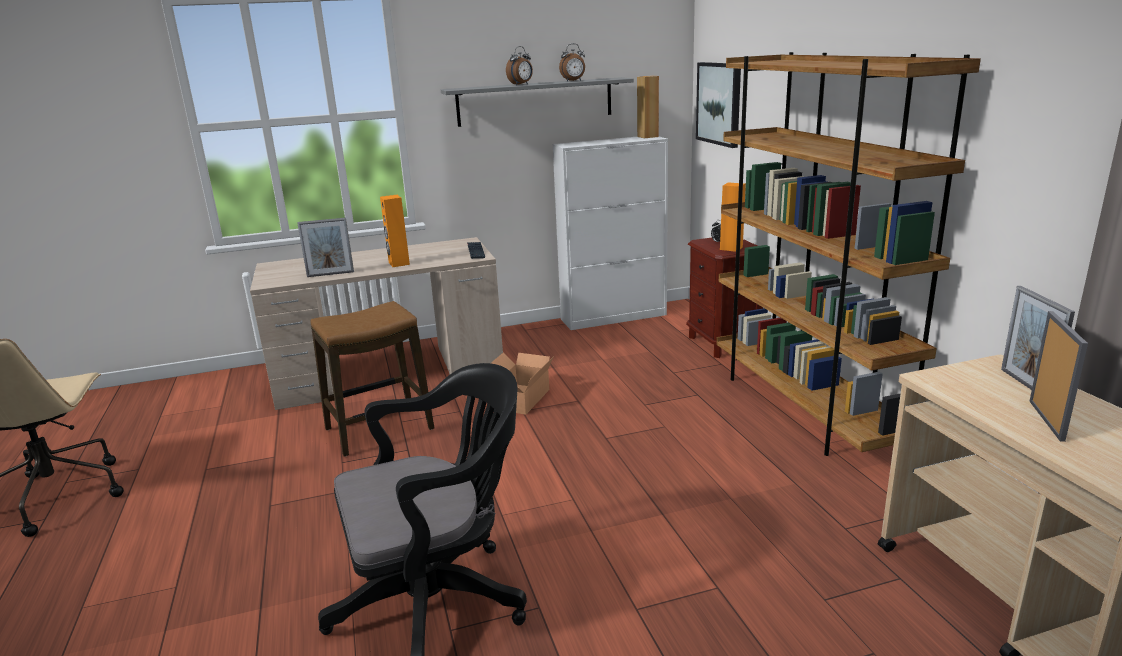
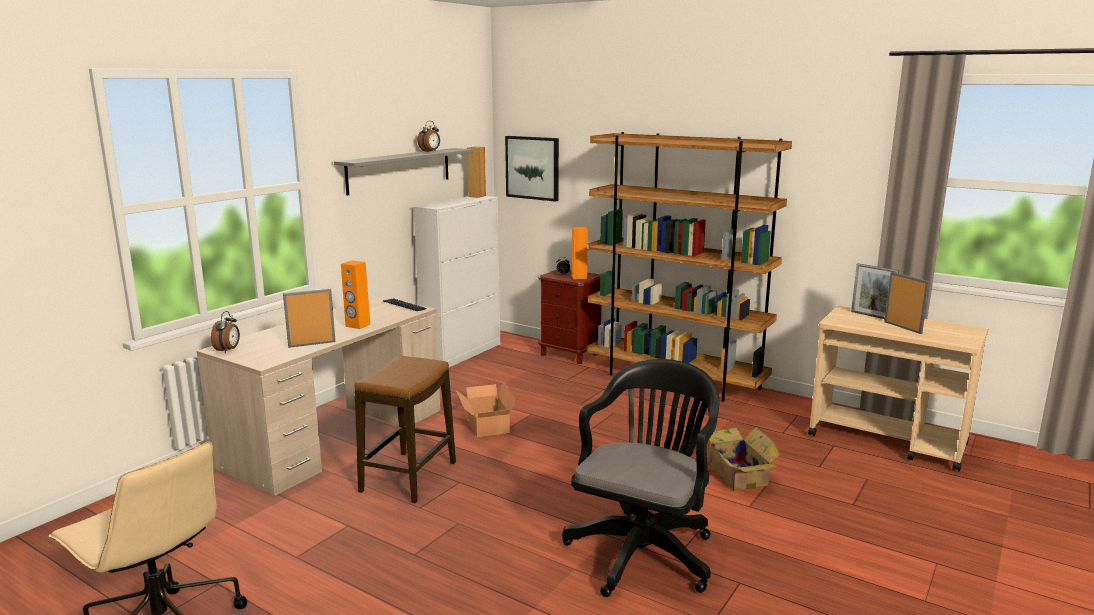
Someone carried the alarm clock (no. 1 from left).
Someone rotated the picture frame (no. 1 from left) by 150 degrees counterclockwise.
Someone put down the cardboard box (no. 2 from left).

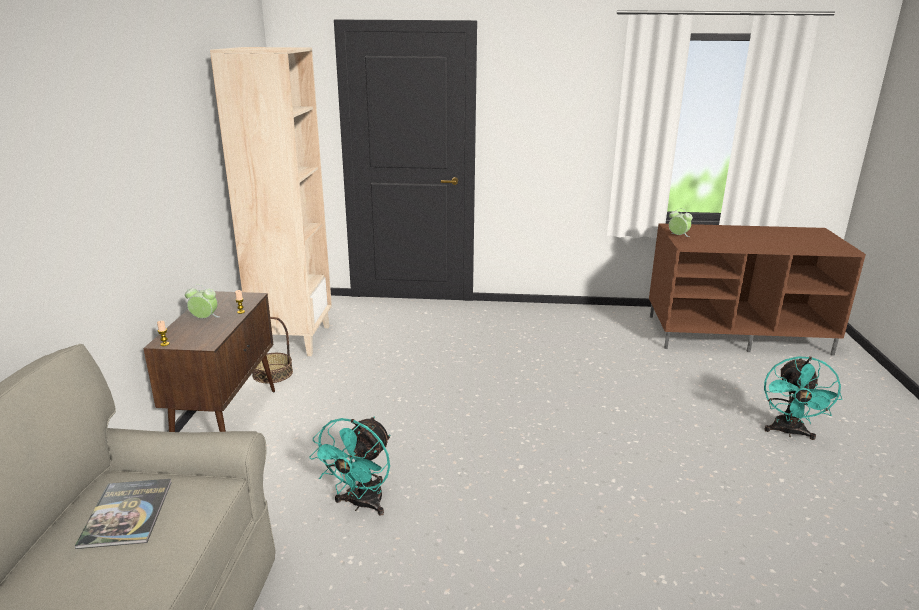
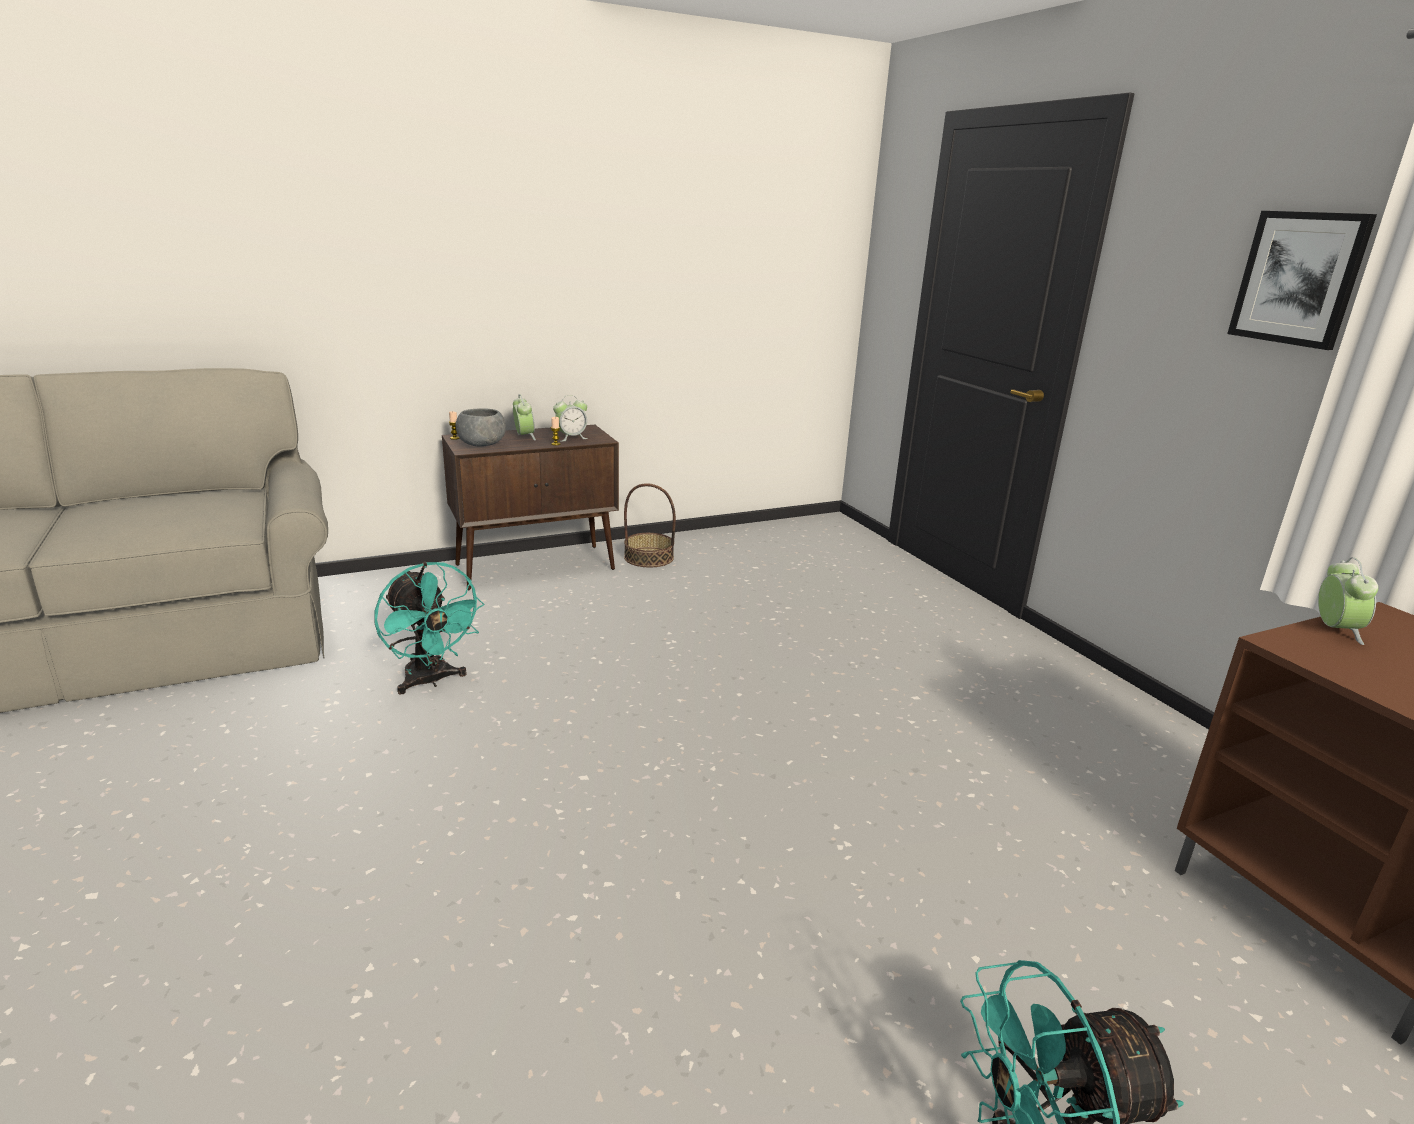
Someone took away the bookcase (beige).
Someone rotated the fan (turquoise) (no. 1 from left) by 120 degrees counterclockwise.
Someone took away the book.
Someone put up the picture.
Someone put down the alarm clock (no. 2 from left).
Someone put down the bowl (grey).

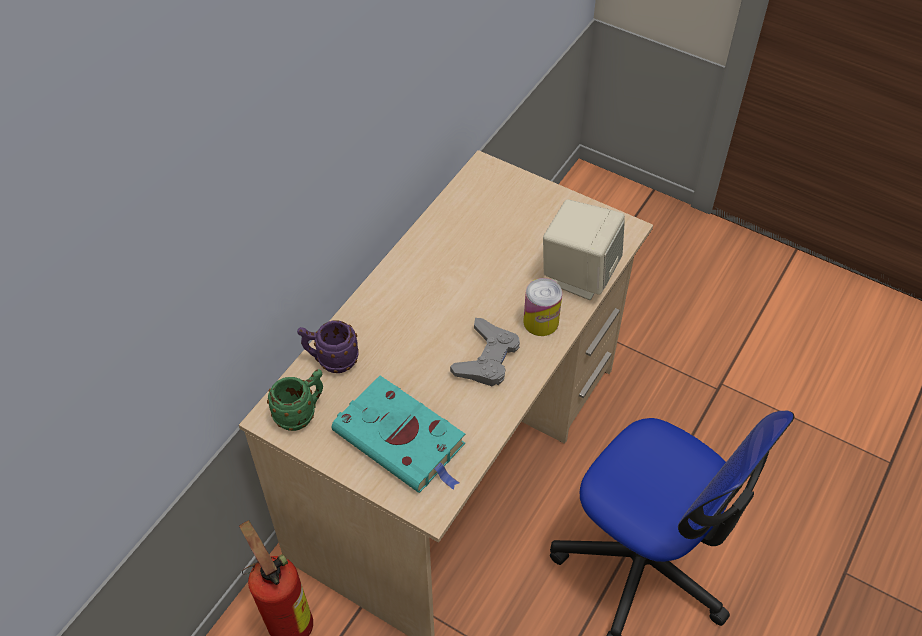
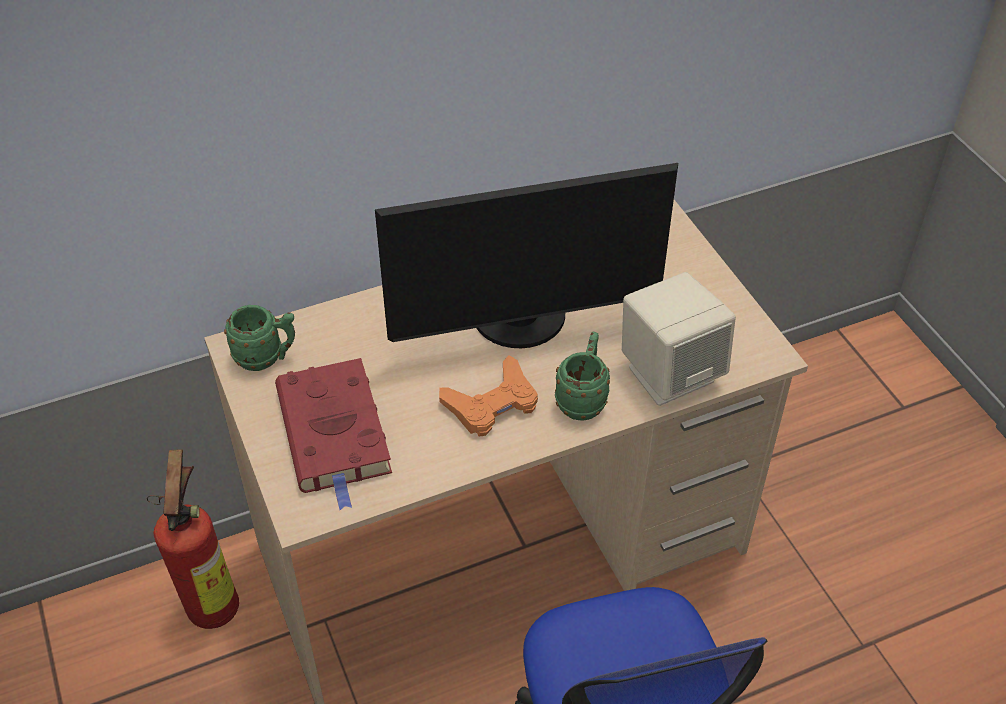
Someone swapped the can for the mug (green) (no. 2 from left).
Someone repainted the game controller (grey), which became the game controller (orange).
Someone took away the mug (purple).
Someone repainted the book (turquoise), which became the book (red).
Someone put down the monitor.

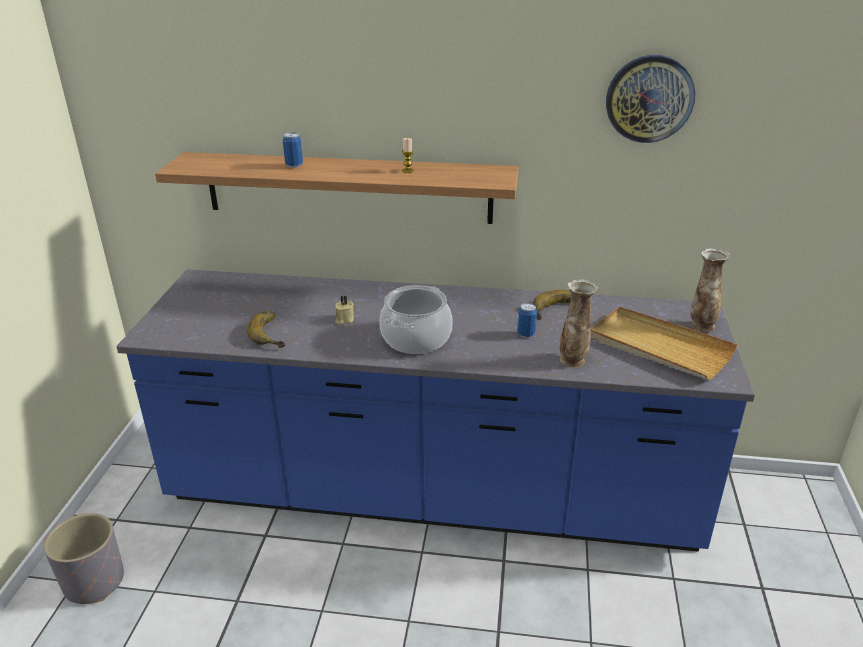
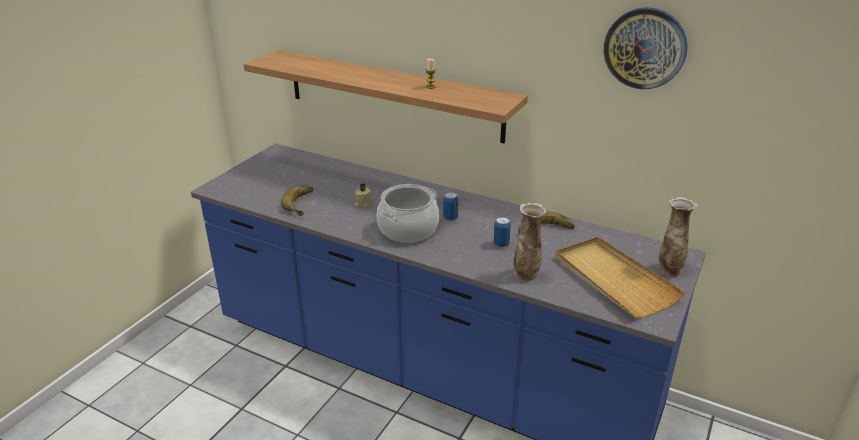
Someone carried the can (no. 1 from left).
Someone took away the planter (grey).

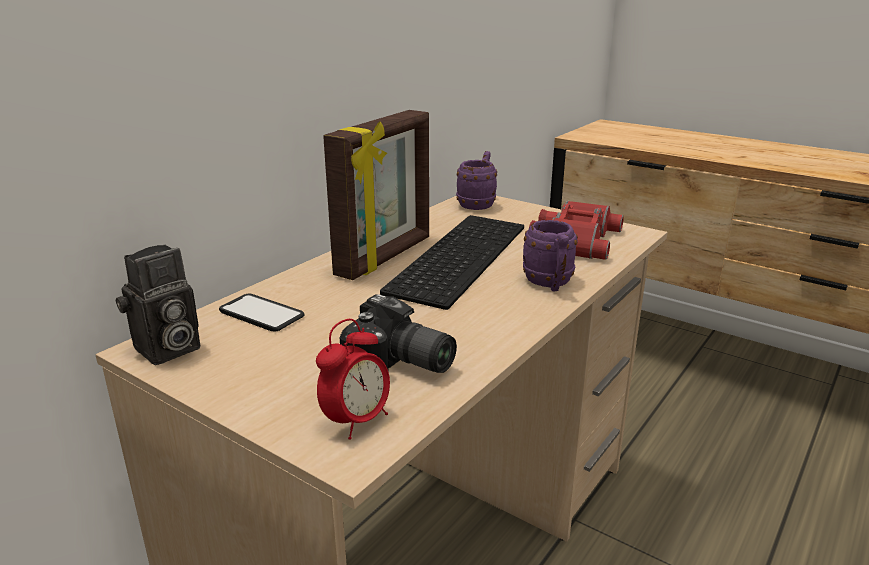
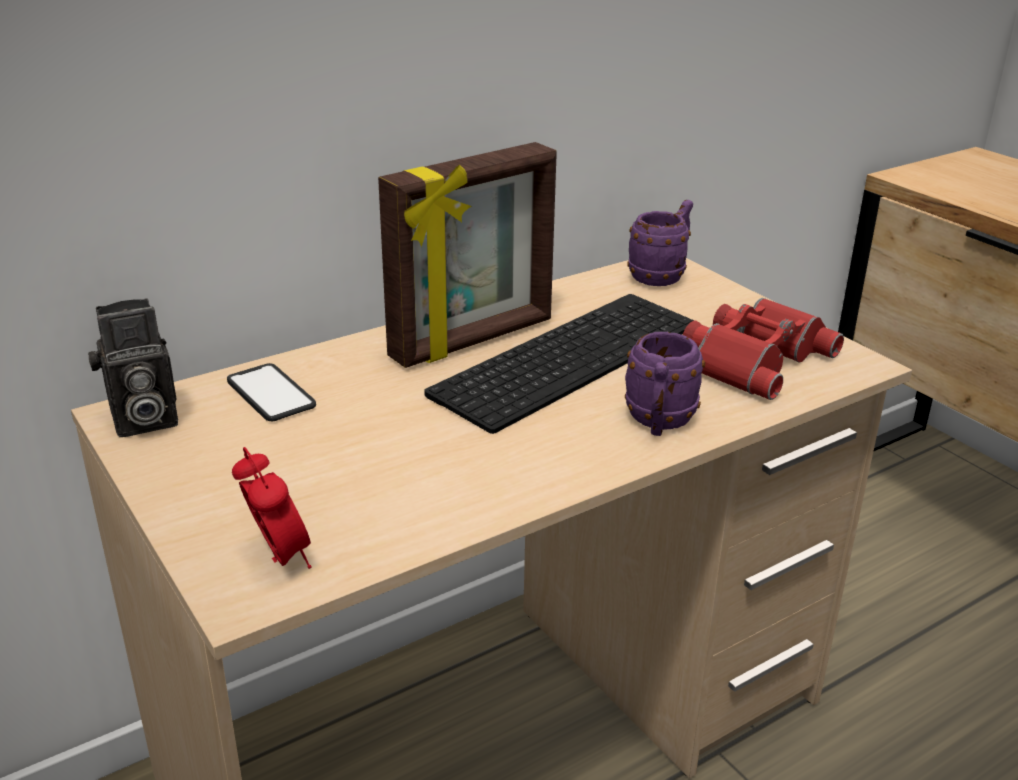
Someone took away the photo camera (no. 2 from left).
Someone rotated the alarm clock by 90 degrees counterclockwise.

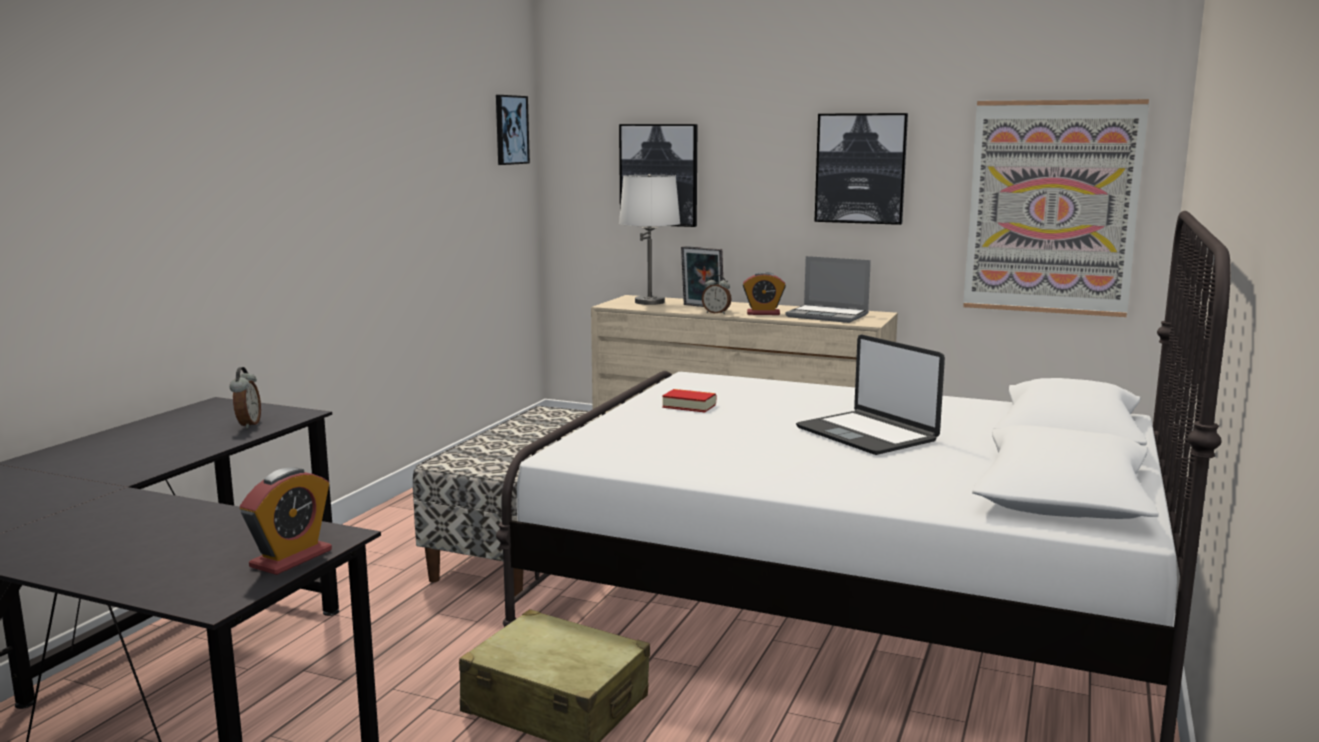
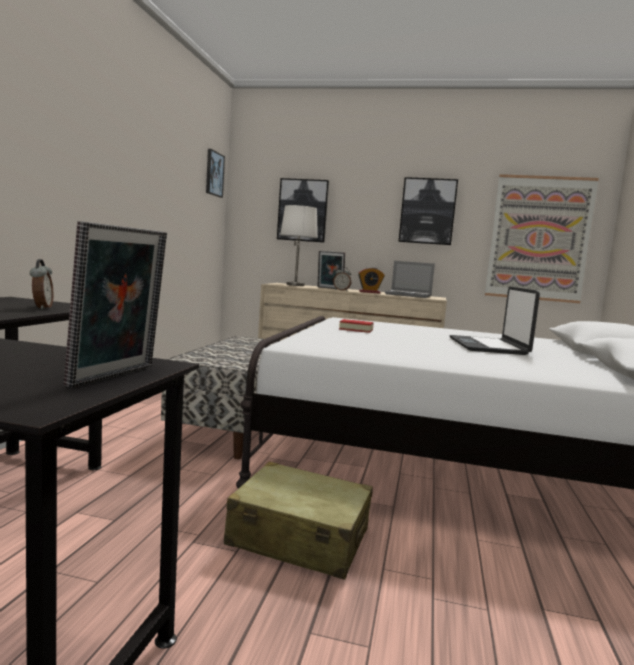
Someone rotated the laptop (no. 2 from left) by 45 degrees clockwise.
Someone swapped the alarm clock (no. 2 from left) for the picture frame (no. 1 from left).

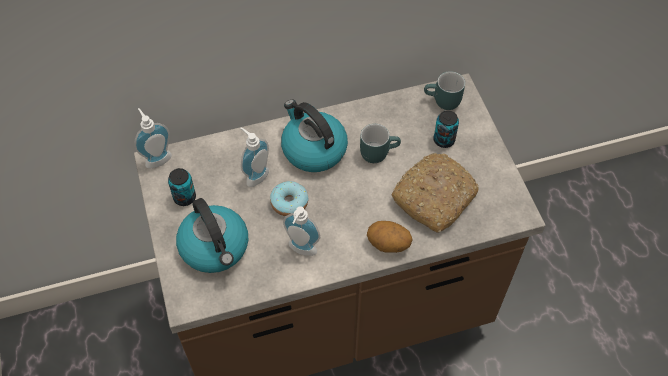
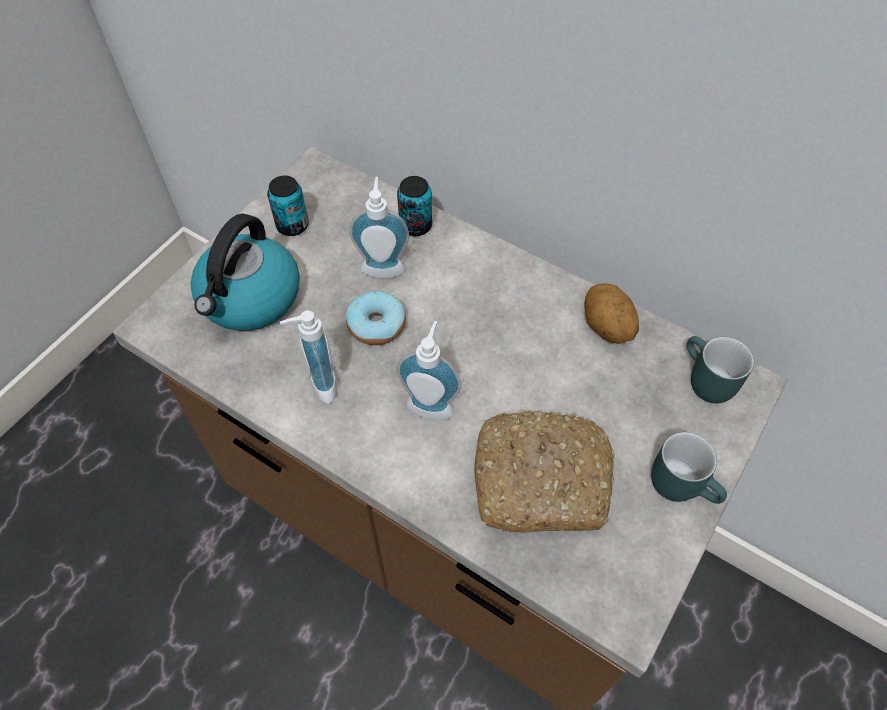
Someone took away the kettle (no. 2 from left).
Someone carried the soap dispenser (no. 1 from left in the first image).
Someone carried the can (no. 2 from left).
Someone carried the mug (turquoise) (no. 1 from left).
Someone carried the potato.

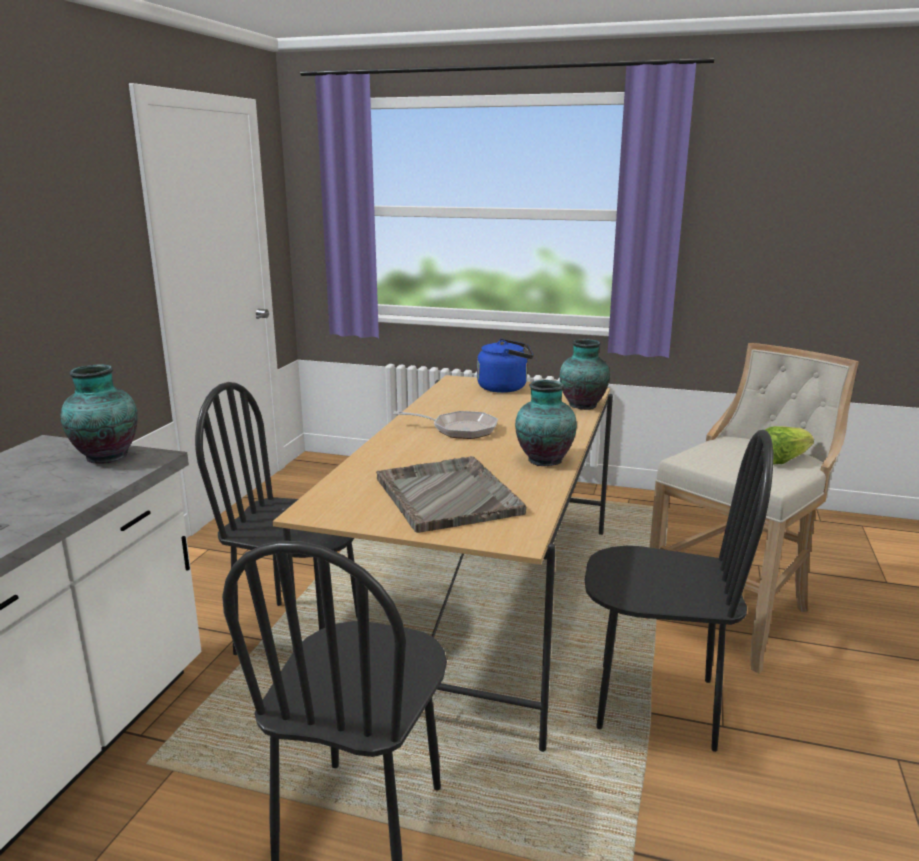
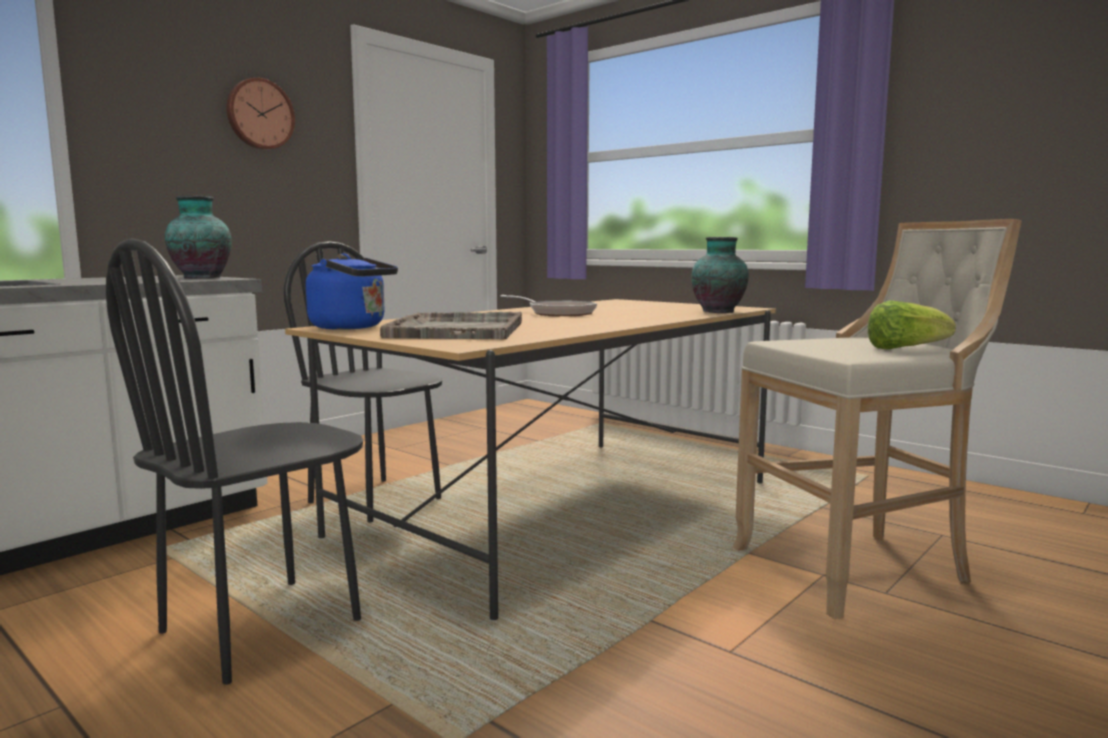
Someone carried the kettle (blue).
Someone took away the vase (no. 2 from left).
Someone took away the chair (black) (no. 3 from left).
Someone put up the wall clock.

